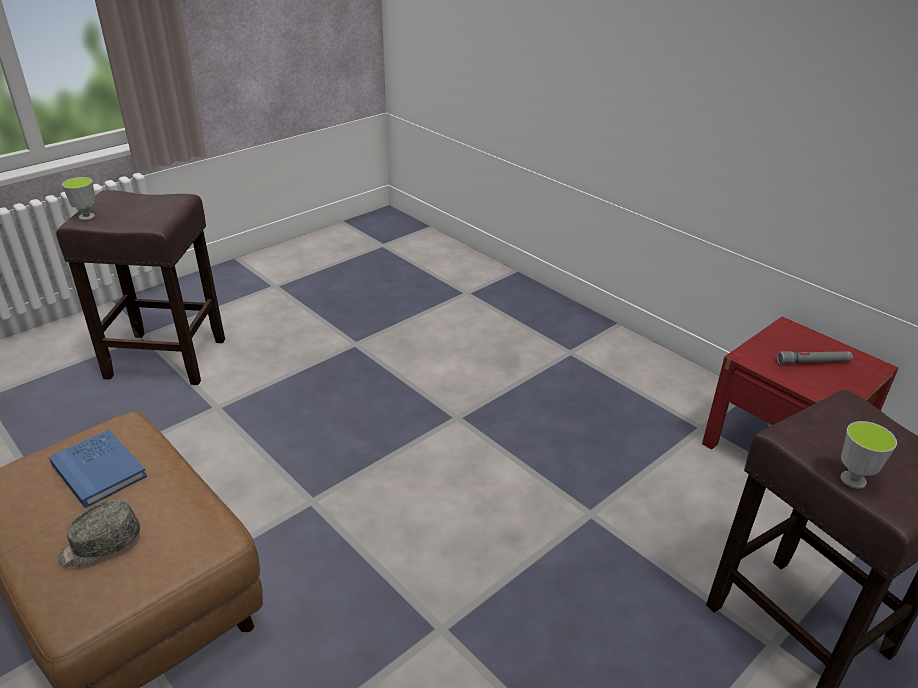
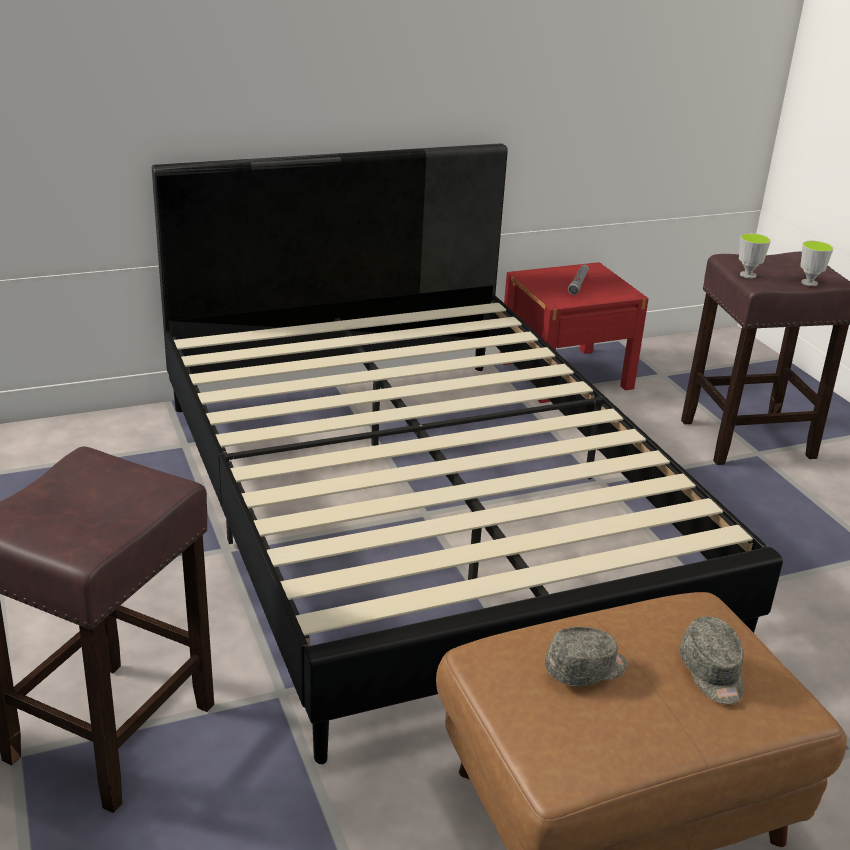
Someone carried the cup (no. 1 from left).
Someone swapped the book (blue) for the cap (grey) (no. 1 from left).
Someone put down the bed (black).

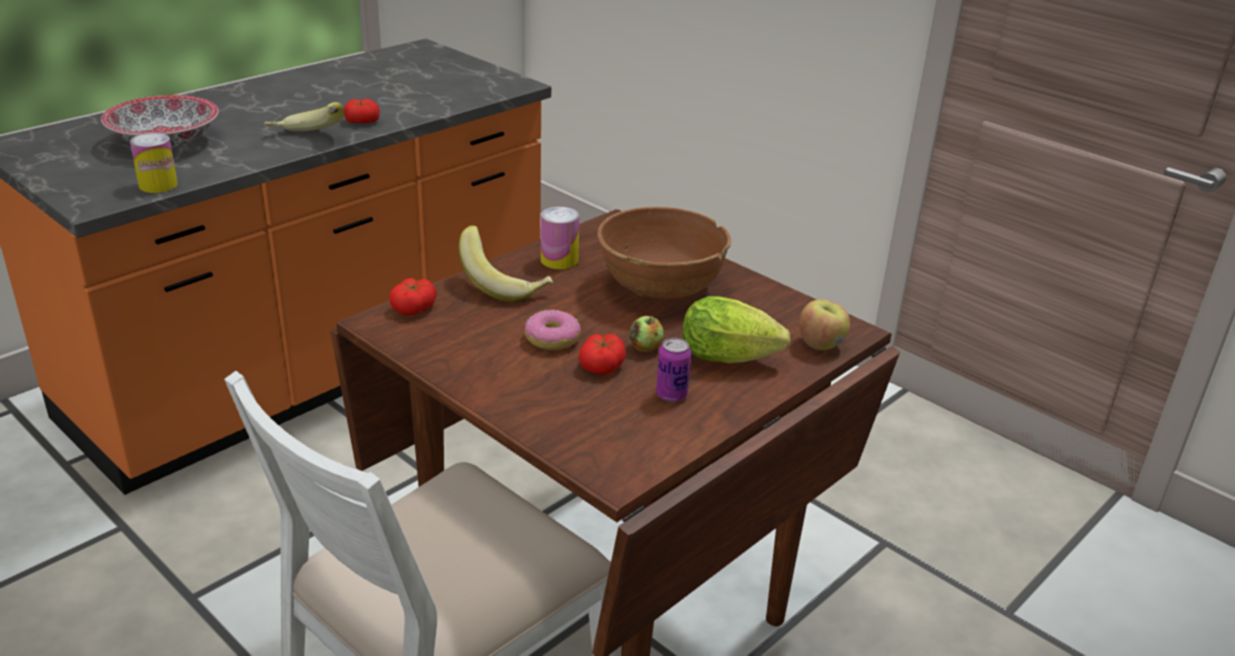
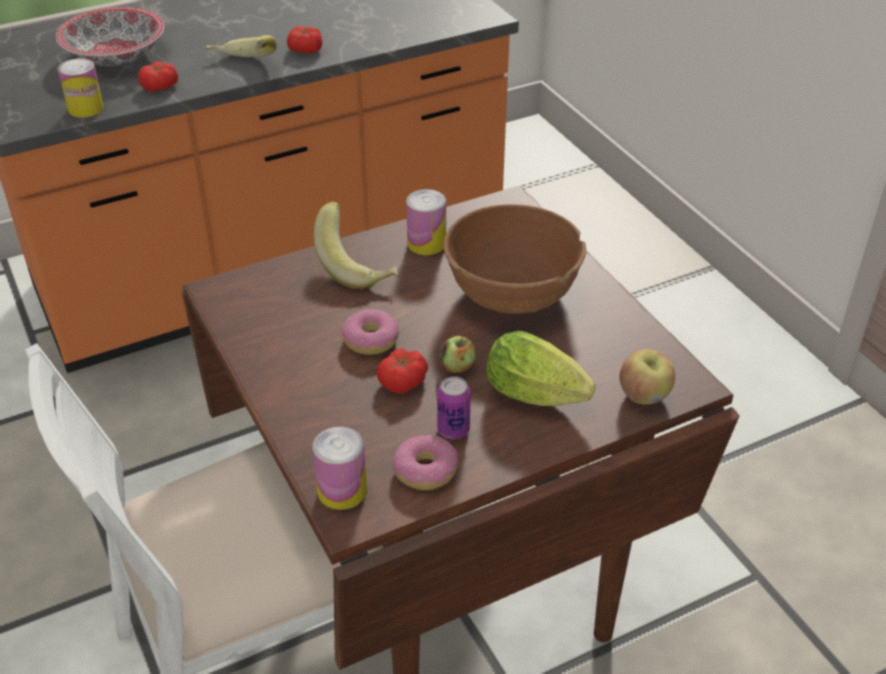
Someone carried the tomato (no. 2 from left in the first image).
Someone put down the can (no. 2 from left).
Someone put down the donut (no. 2 from left).

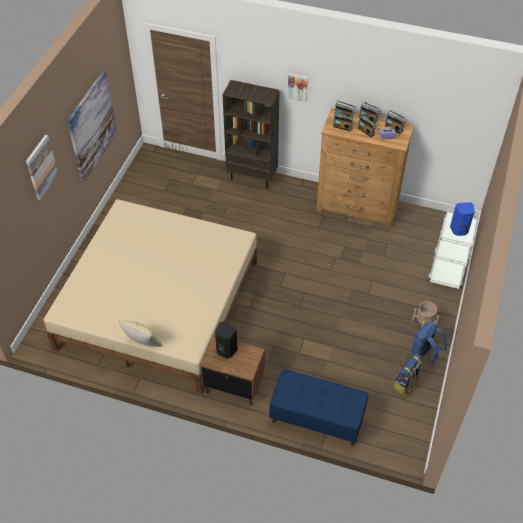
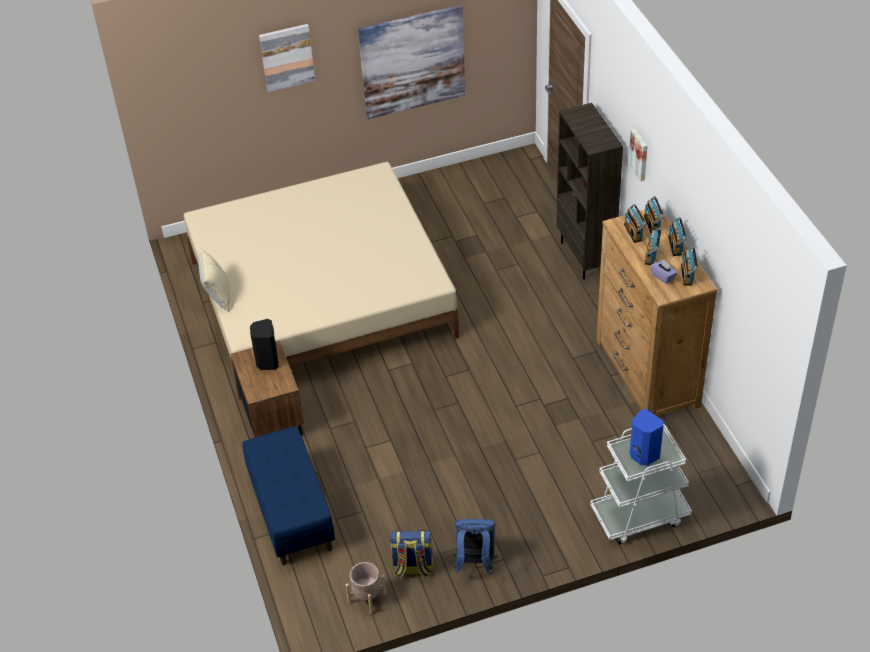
Someone carried the planter (beige).

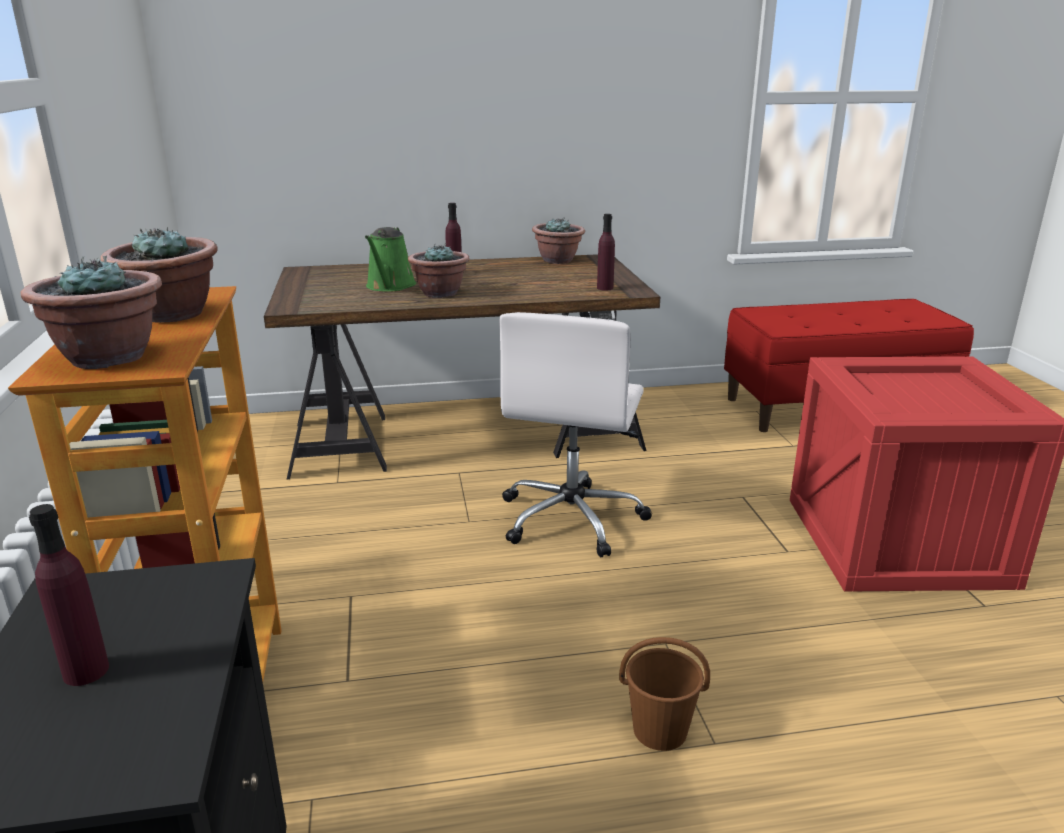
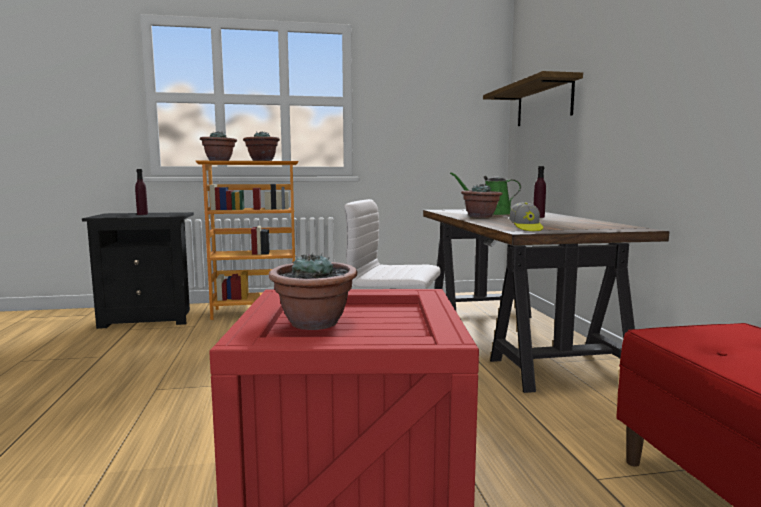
Someone swapped the bottle (purple) (no. 3 from left) for the cap.
Someone carried the potted plant (no. 4 from left in the first image).
Someone took away the bucket (brown).
Someone put up the shelf.

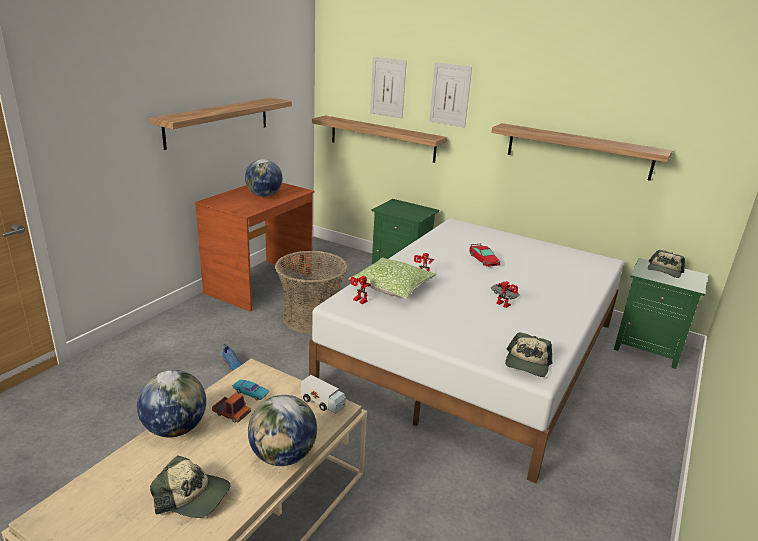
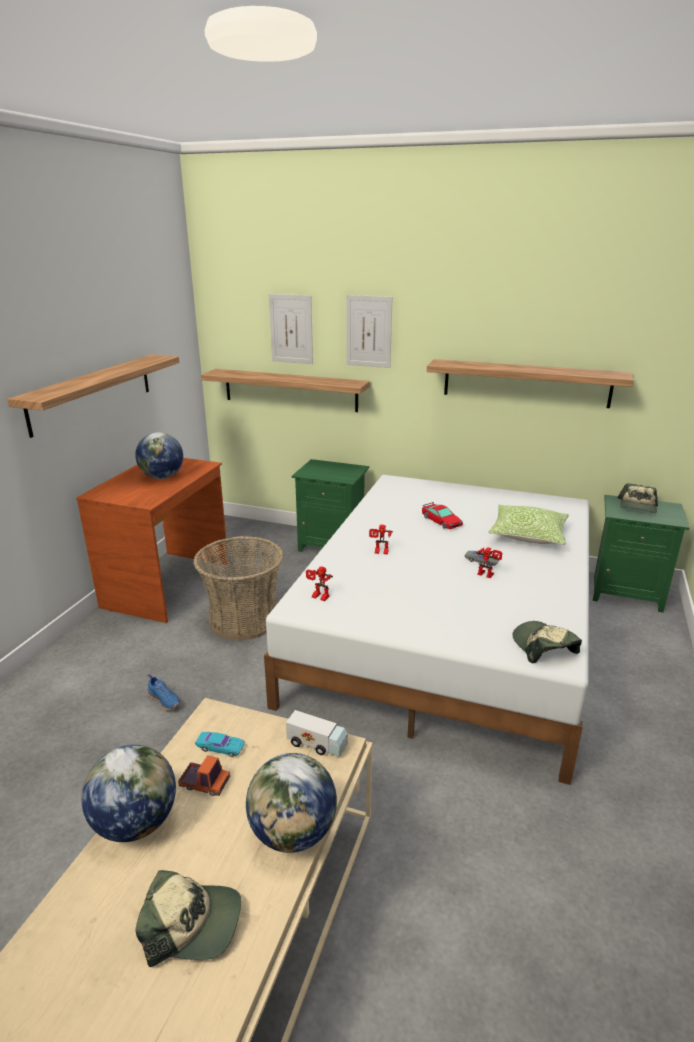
Someone carried the pillow.
Someone rotated the cap (no. 2 from left) by 150 degrees clockwise.

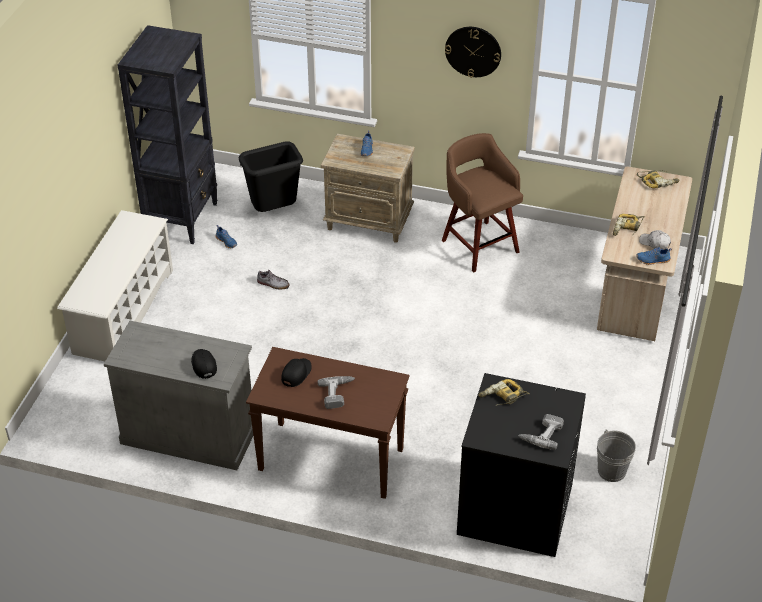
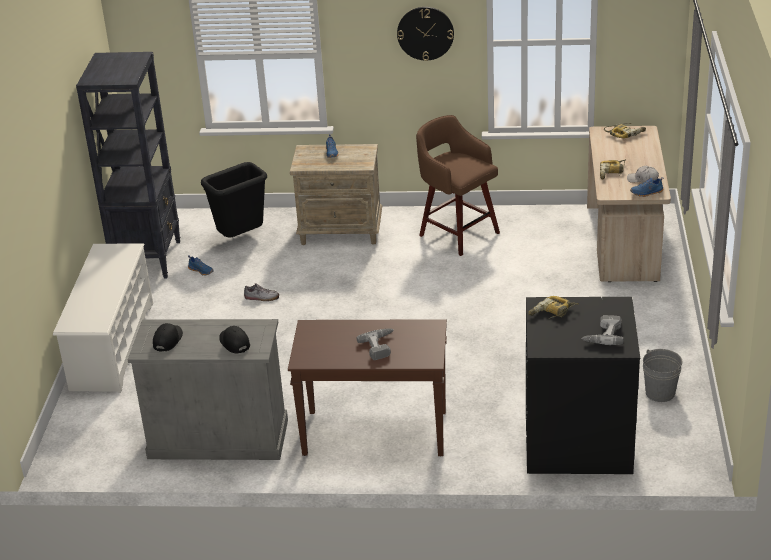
Someone carried the cap (black) (no. 2 from left in the first image).

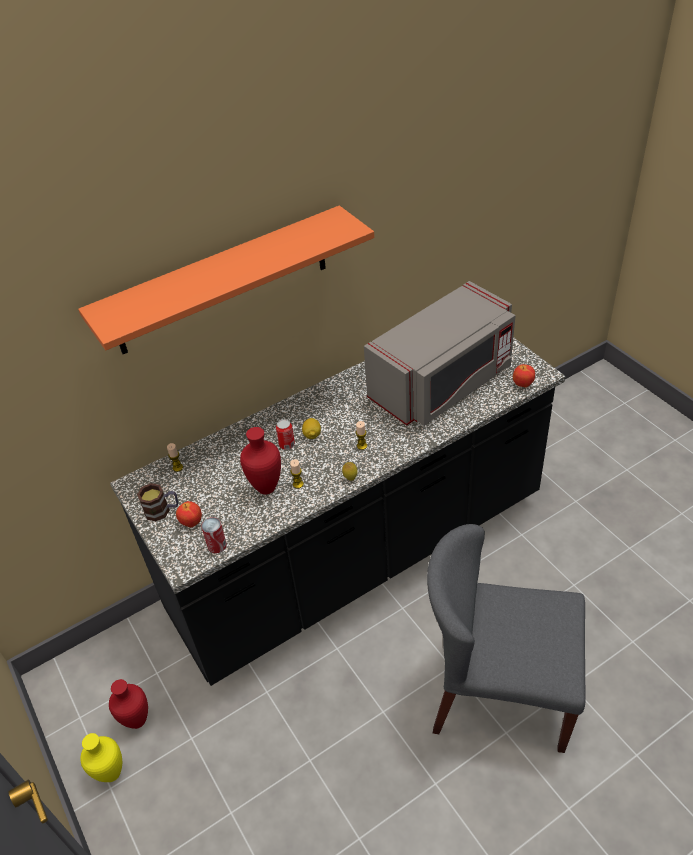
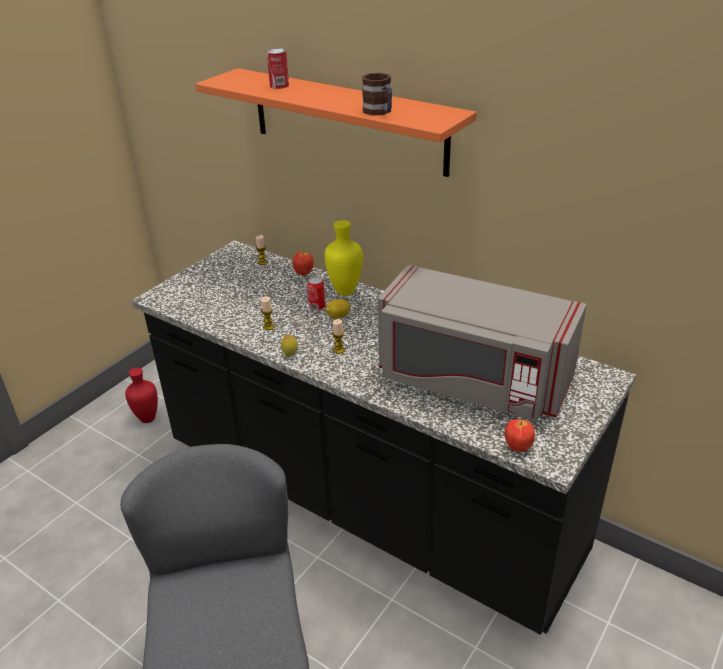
Someone took away the vase (red) (no. 2 from left).
Someone carried the mug.
Someone carried the apple (no. 1 from left).
Someone carried the can (no. 1 from left).
Someone carried the vase (yellow).

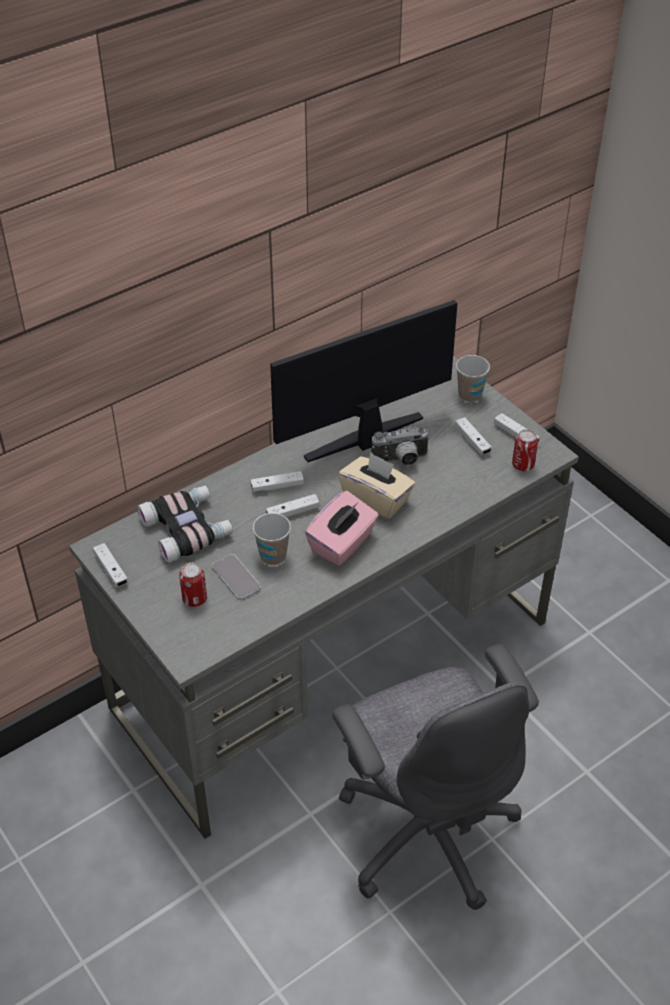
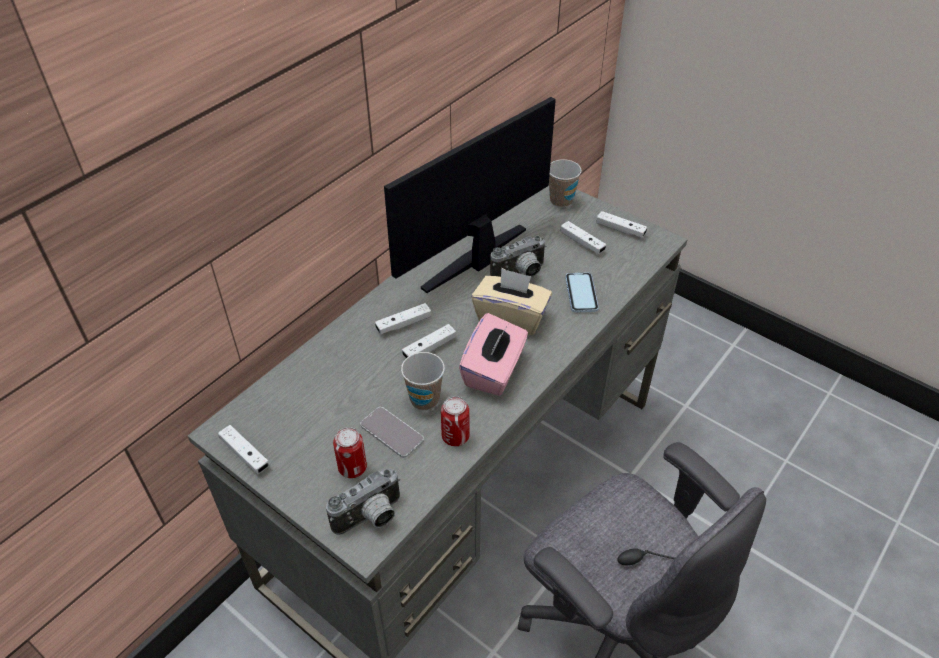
Someone carried the can (no. 2 from left).
Someone took away the binoculars.
Someone put down the phone (no. 2 from left).
Someone put down the photo camera (no. 1 from left).

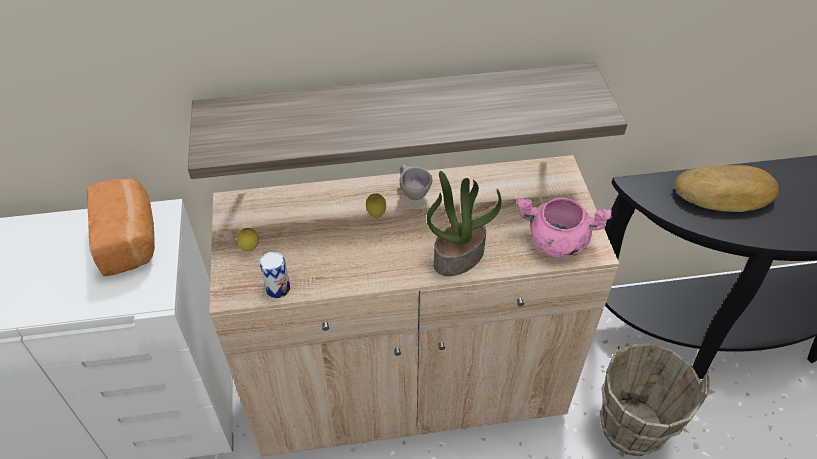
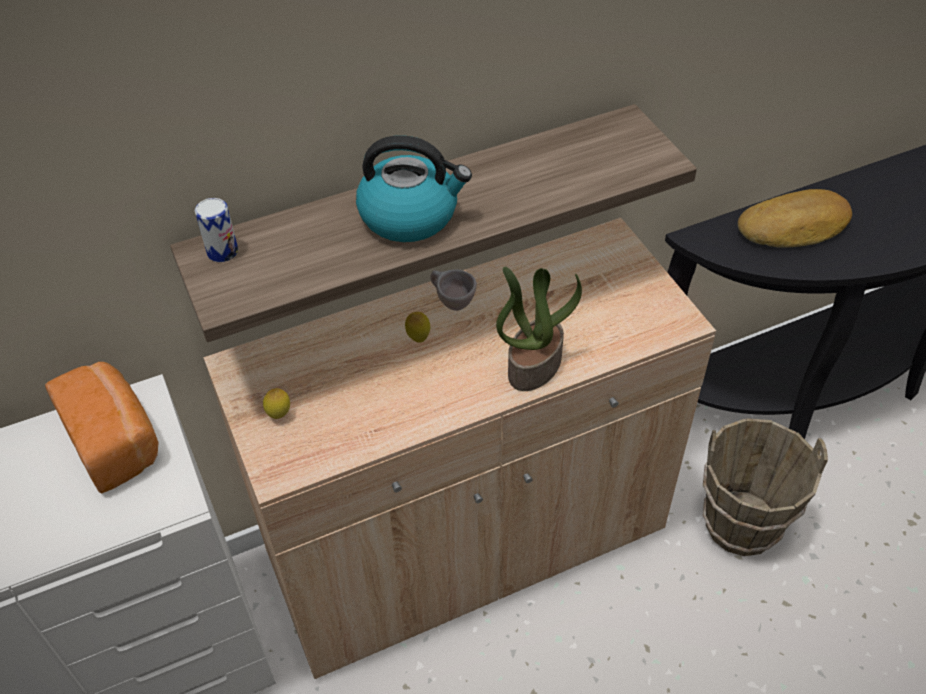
Someone took away the cooking pot (pink).
Someone carried the can.
Someone put down the kettle.

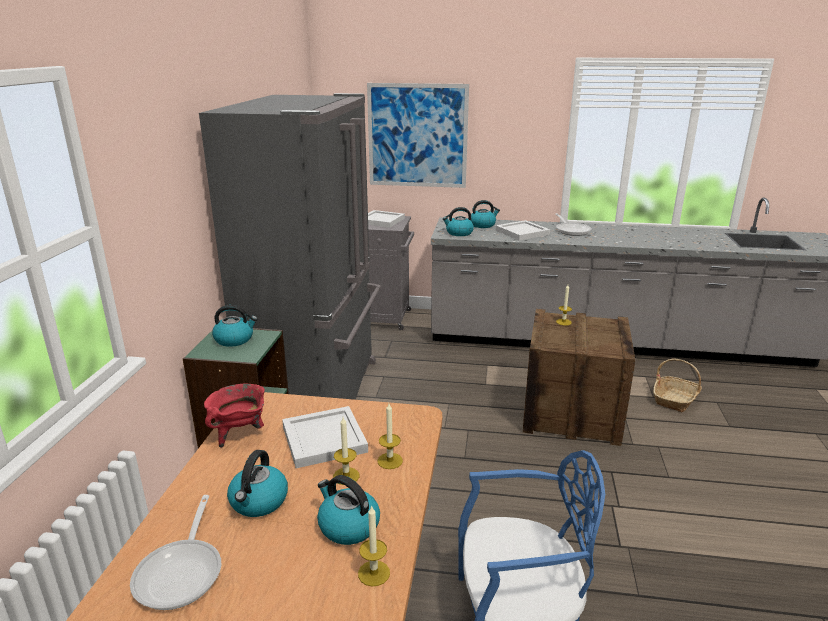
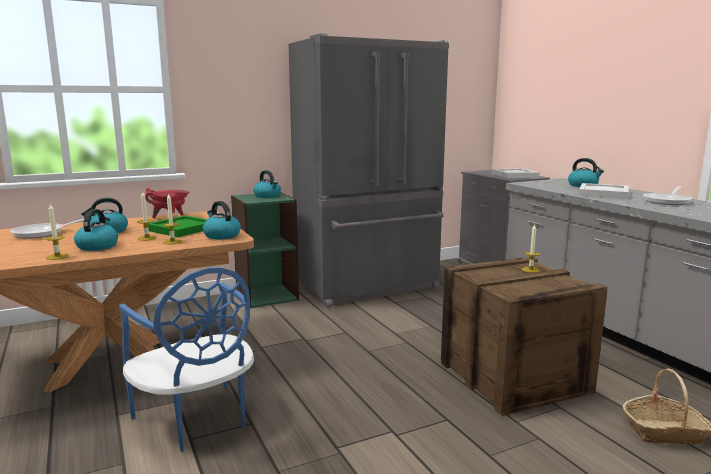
Someone took away the picture.
Someone carried the kettle (no. 4 from left in the first image).
Someone repainted the tray (white) (no. 1 from left), which became the tray (green).

